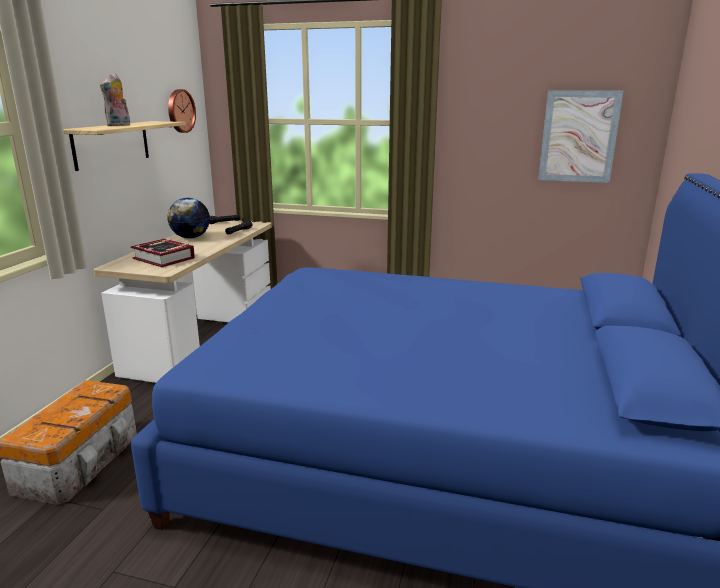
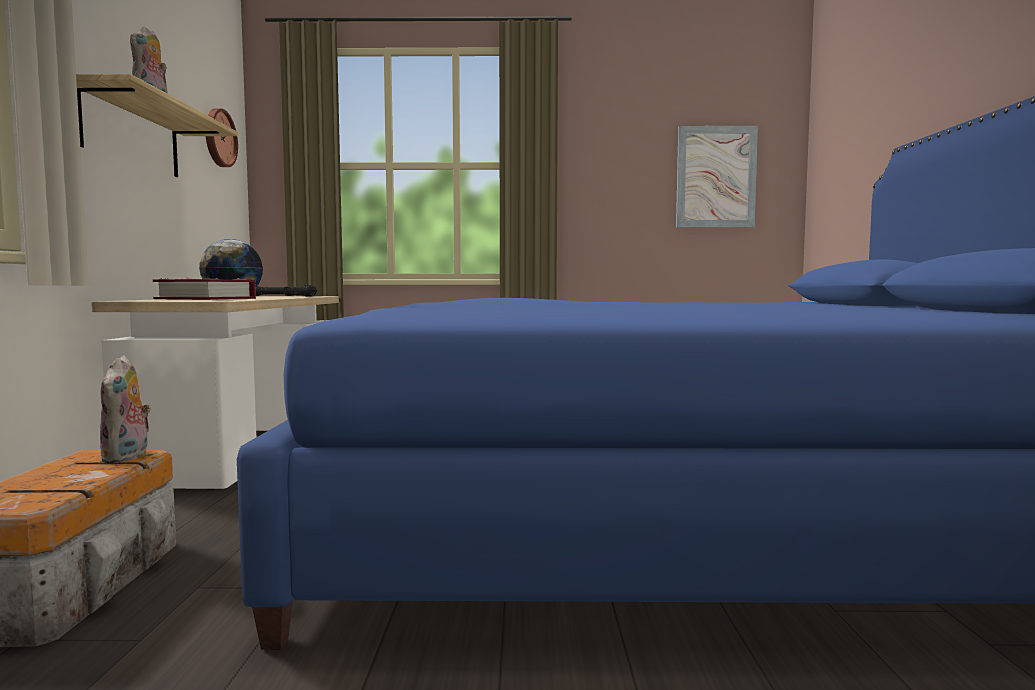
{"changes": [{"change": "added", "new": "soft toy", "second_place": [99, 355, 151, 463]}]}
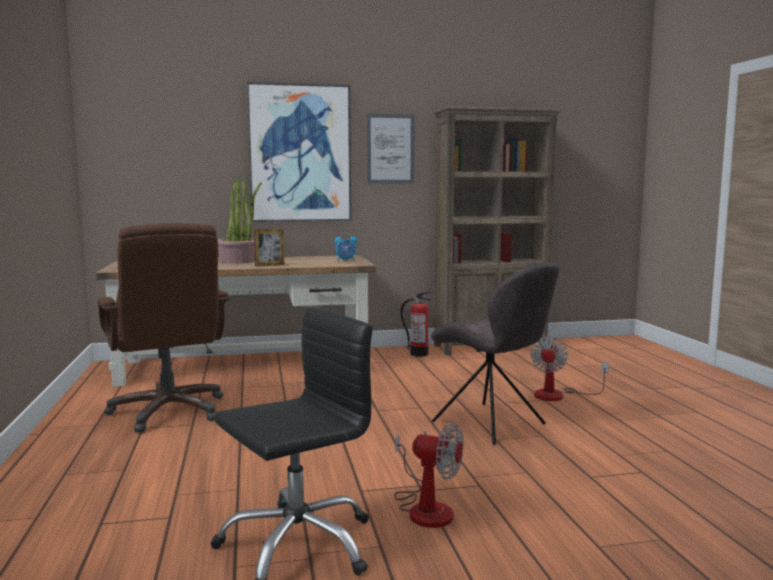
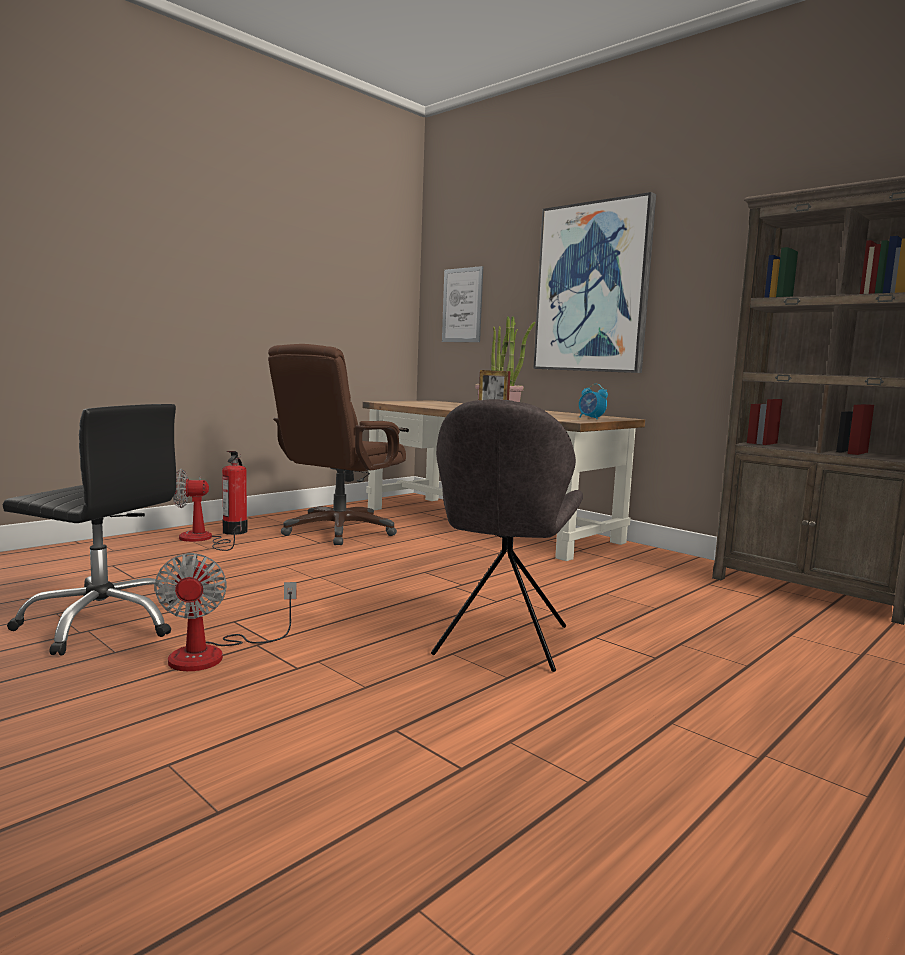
{"changes": [{"change": "moved", "old": "wall art", "first_place": [367, 114, 415, 183], "second_place": [442, 266, 483, 342]}, {"change": "moved", "old": "fire-fighting cylinder", "first_place": [400, 292, 433, 357], "second_place": [222, 451, 247, 535]}, {"change": "moved", "old": "electric fan", "first_place": [530, 337, 609, 401], "second_place": [173, 469, 241, 551]}]}
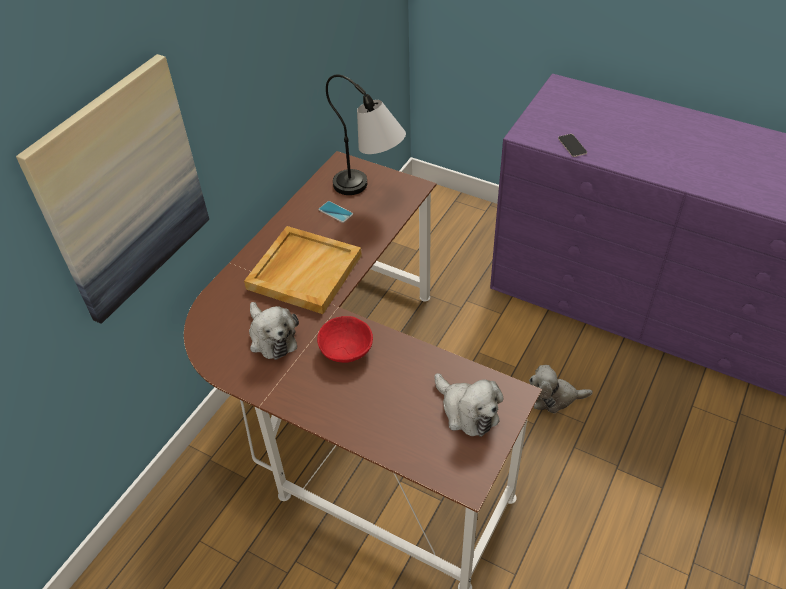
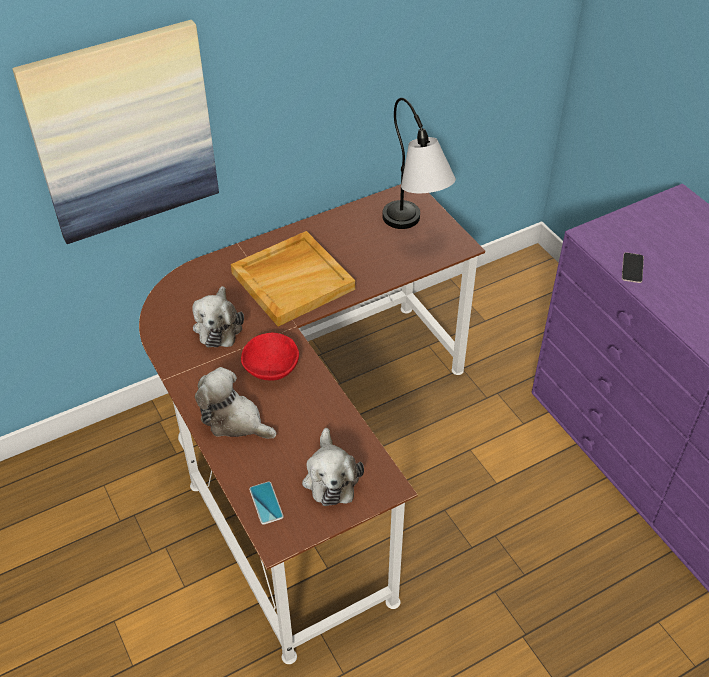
{"changes": [{"change": "moved", "old": "handset", "first_place": [318, 201, 353, 223], "second_place": [249, 481, 284, 525]}, {"change": "moved", "old": "soft toy", "first_place": [529, 365, 593, 413], "second_place": [195, 367, 277, 439]}]}
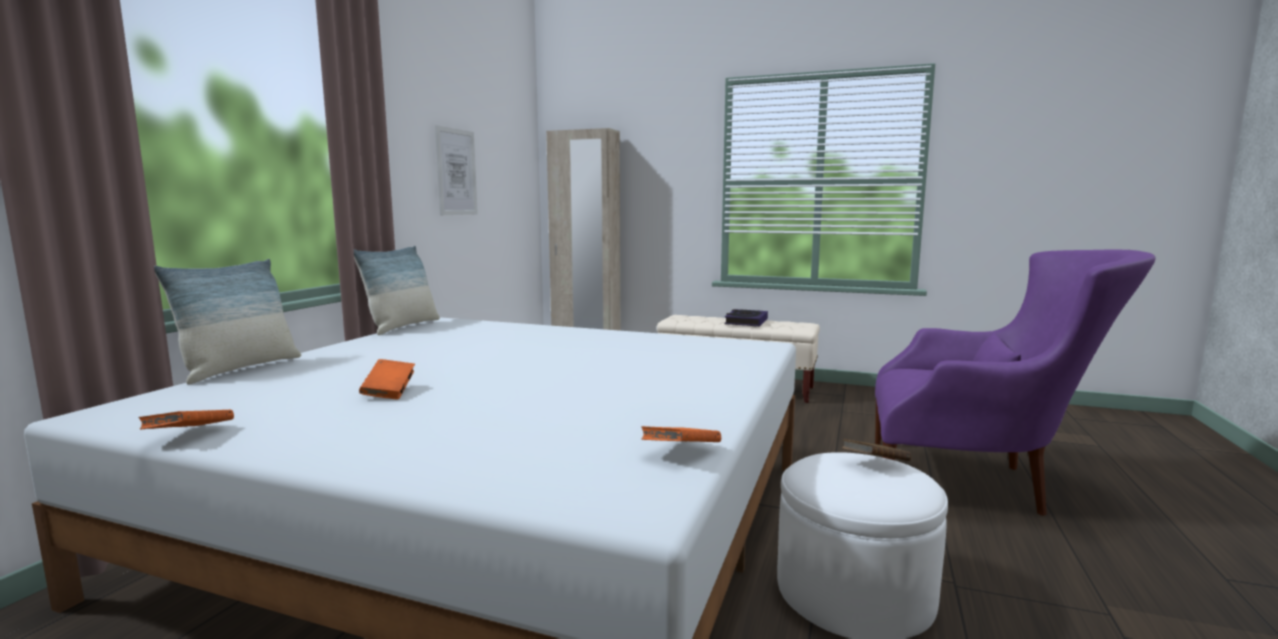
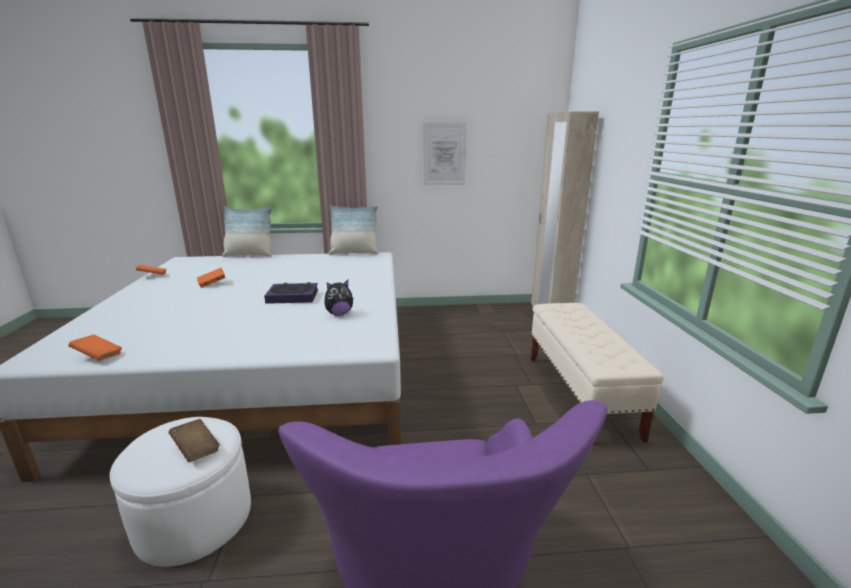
{"changes": [{"change": "added", "new": "soft toy", "second_place": [324, 280, 353, 316]}, {"change": "moved", "old": "book", "first_place": [725, 309, 768, 327], "second_place": [264, 282, 318, 304]}]}
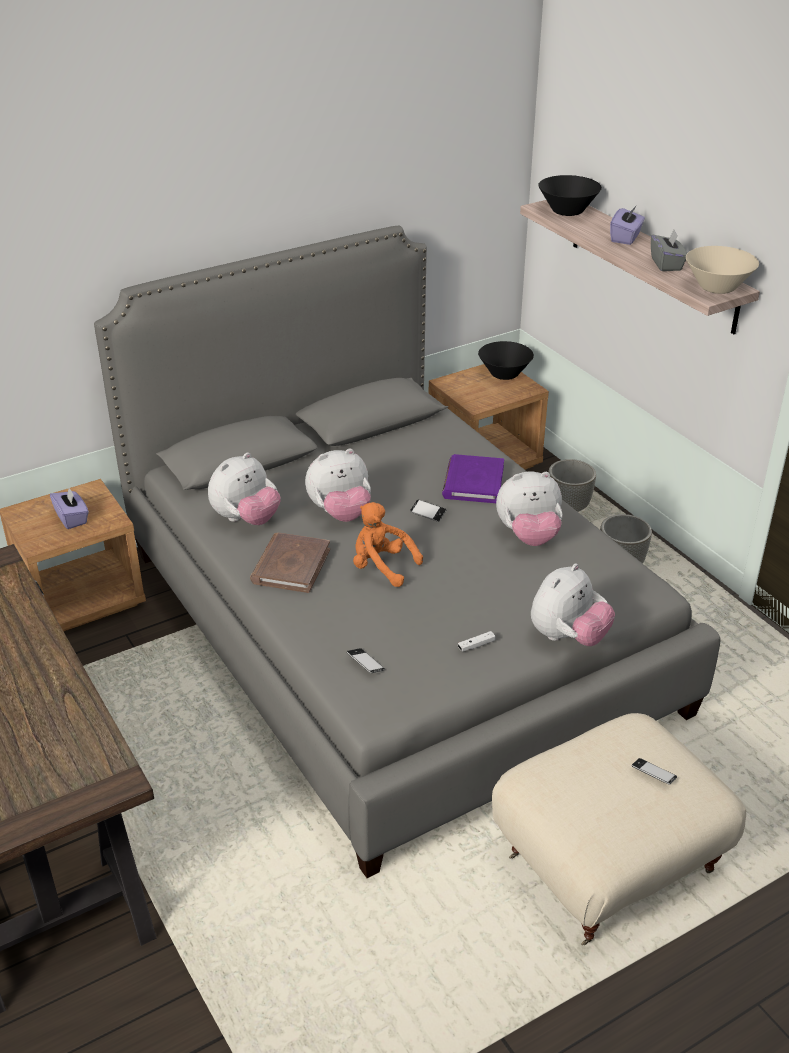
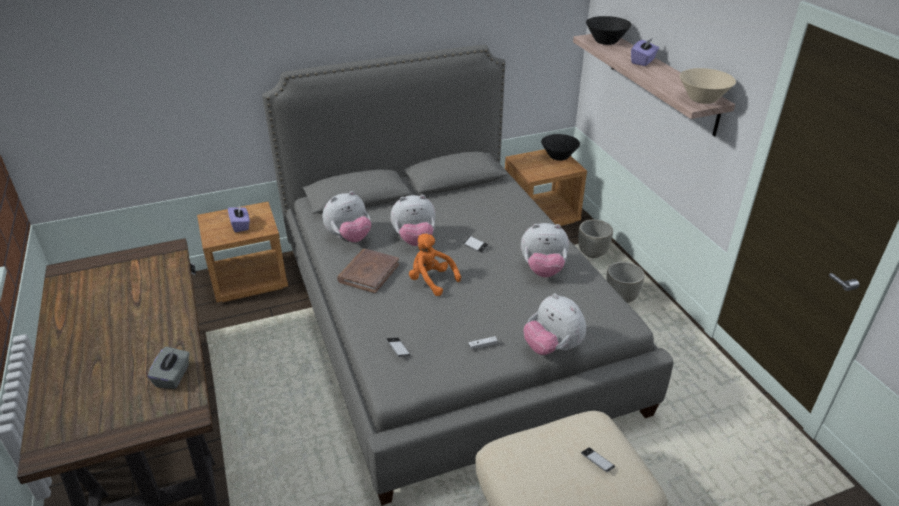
{"changes": [{"change": "removed", "old": "purple-coloured book", "first_place": [442, 454, 504, 503]}, {"change": "moved", "old": "greyish tissue box", "first_place": [651, 230, 687, 271], "second_place": [148, 347, 190, 389]}, {"change": "turned", "old": "soft toy", "first_place": [531, 563, 615, 646], "second_place": [524, 293, 586, 355], "degrees": 90}]}
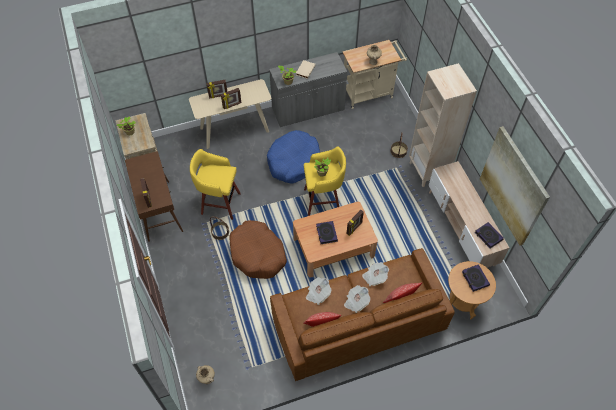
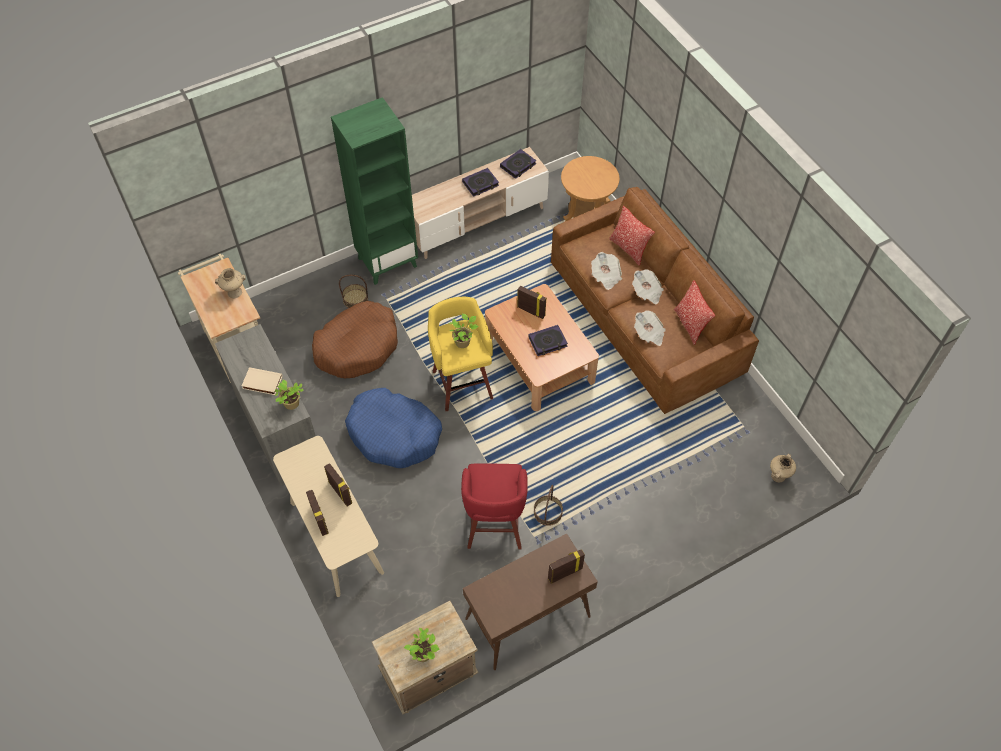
{"changes": [{"change": "removed", "old": "wall art", "first_place": [480, 126, 550, 245]}, {"change": "moved", "old": "brownish dog cushion", "first_place": [229, 220, 287, 279], "second_place": [312, 301, 398, 378]}, {"change": "moved", "old": "book", "first_place": [462, 264, 490, 292], "second_place": [462, 168, 499, 197]}, {"change": "recoloured", "old": "yellow stool", "new": "red stool", "first_place": [190, 149, 241, 220], "second_place": [461, 464, 528, 549]}, {"change": "recoloured", "old": "sand-coloured shelving unit", "new": "greenish shelving unit", "first_place": [409, 63, 477, 187], "second_place": [331, 97, 418, 285]}]}
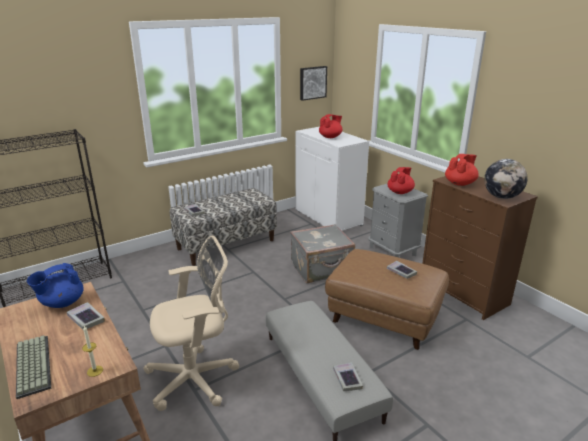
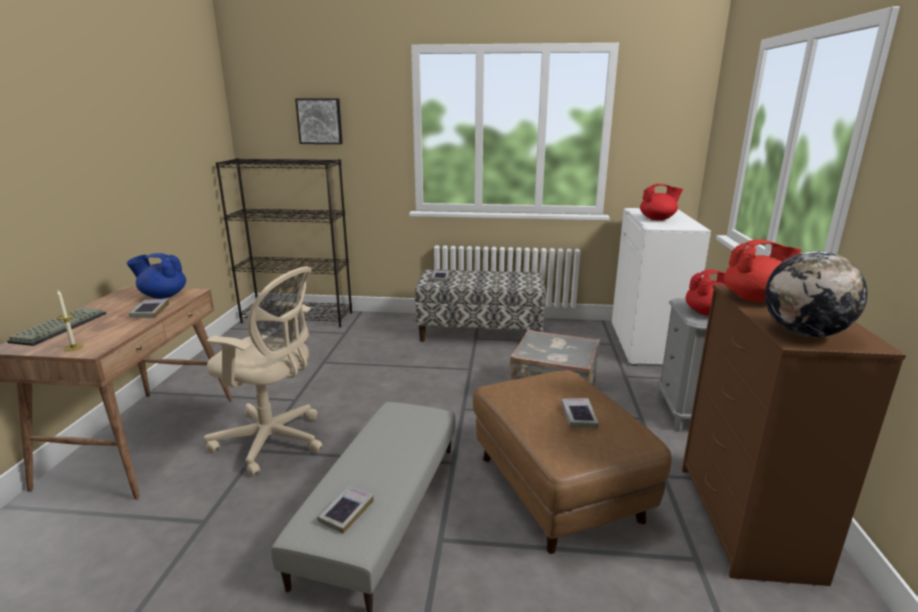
{"changes": [{"change": "moved", "old": "wall art", "first_place": [300, 66, 327, 101], "second_place": [295, 98, 343, 144]}]}
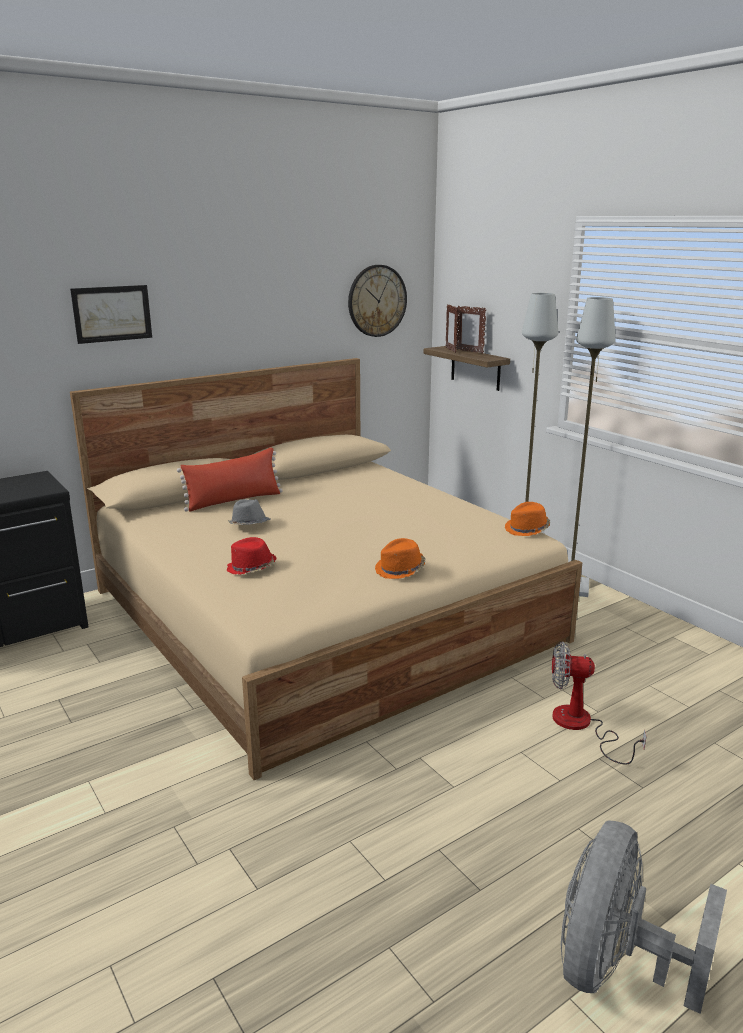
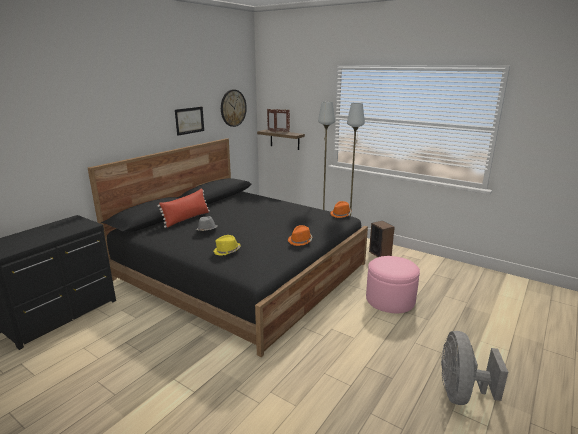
{"changes": [{"change": "added", "new": "speaker", "second_place": [369, 221, 395, 257]}, {"change": "moved", "old": "wall art", "first_place": [70, 285, 152, 344], "second_place": [175, 107, 204, 136]}, {"change": "replaced", "old": "electric fan", "new": "pink-coloured ottoman", "first_place": [552, 641, 647, 765], "second_place": [366, 256, 420, 313]}, {"change": "recoloured", "old": "sand-coloured sleeping bed", "new": "black-coloured sleeping bed", "first_place": [70, 358, 582, 780], "second_place": [88, 138, 368, 357]}, {"change": "recoloured", "old": "red hat", "new": "yellow hat", "first_place": [227, 537, 277, 575], "second_place": [213, 235, 241, 256]}]}
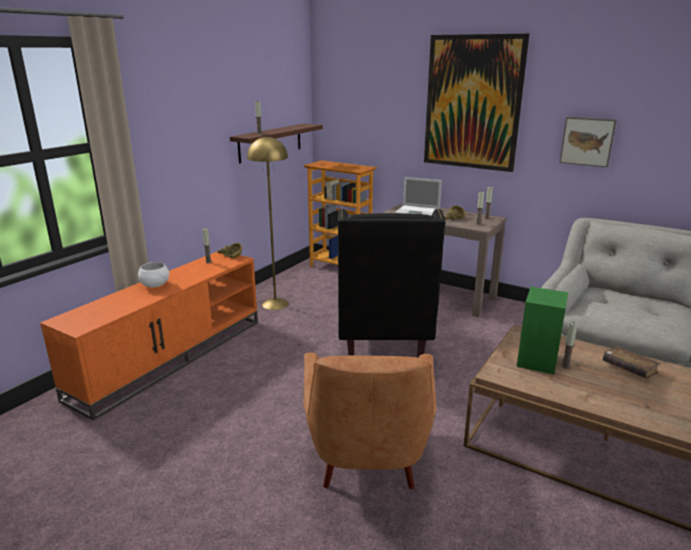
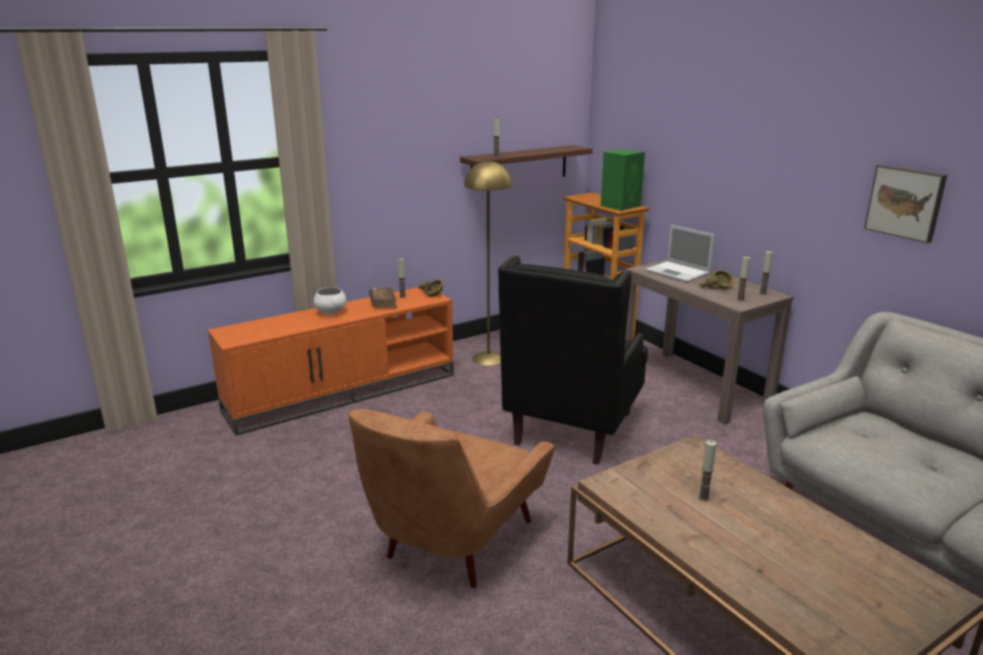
{"changes": [{"change": "removed", "old": "wall art", "first_place": [424, 34, 529, 172]}, {"change": "moved", "old": "greenish speaker", "first_place": [517, 287, 568, 374], "second_place": [601, 149, 645, 211]}, {"change": "moved", "old": "brownish book", "first_place": [603, 346, 661, 379], "second_place": [369, 288, 397, 308]}]}
